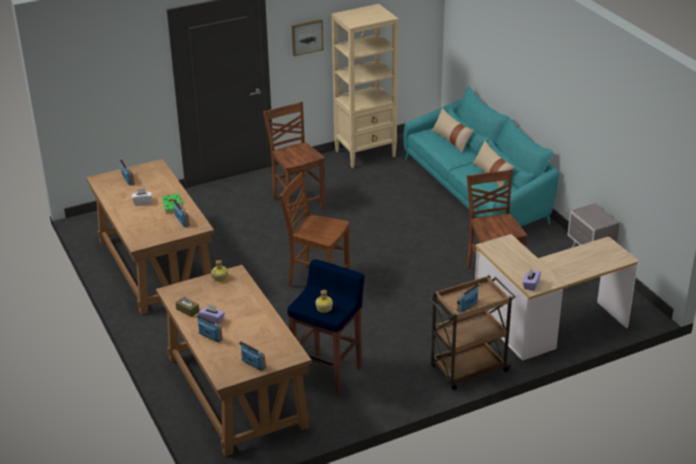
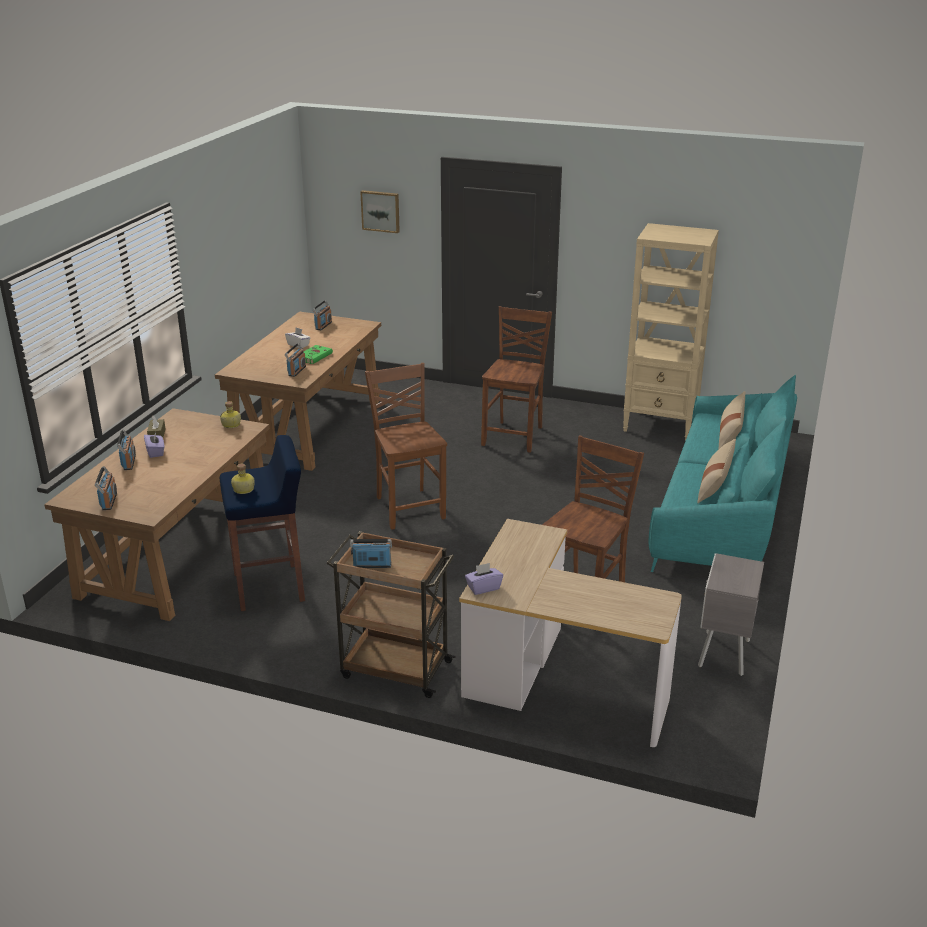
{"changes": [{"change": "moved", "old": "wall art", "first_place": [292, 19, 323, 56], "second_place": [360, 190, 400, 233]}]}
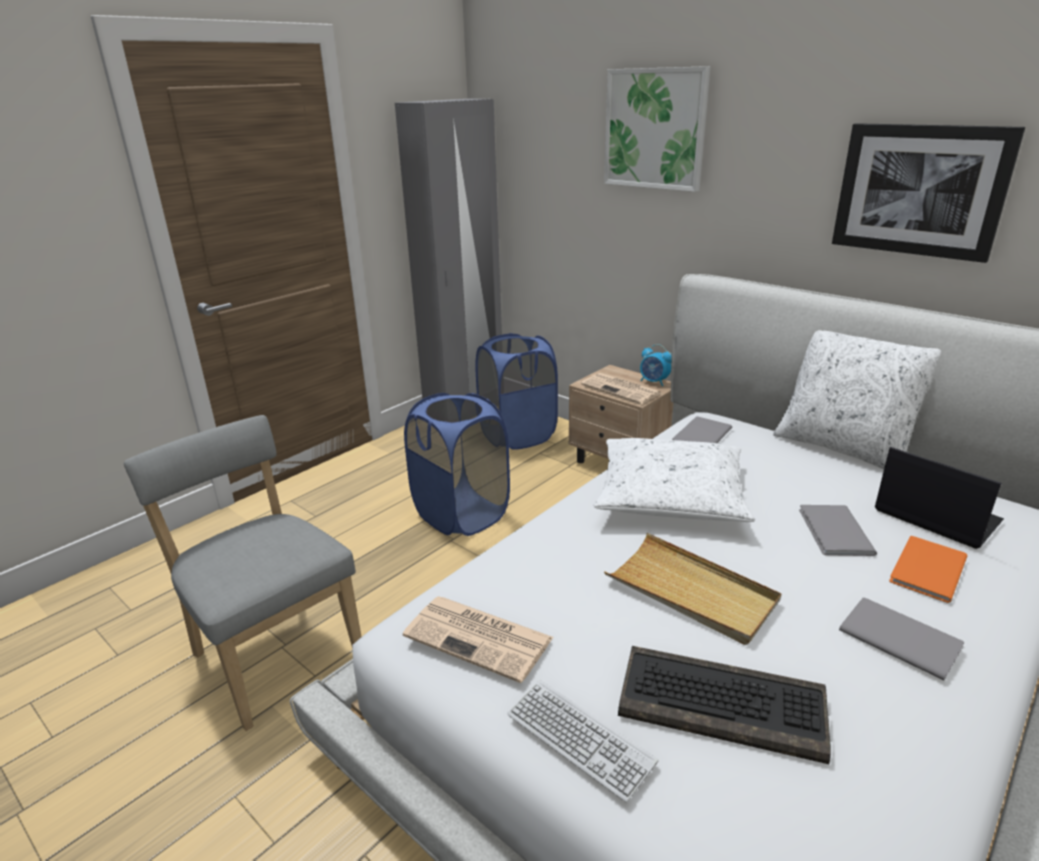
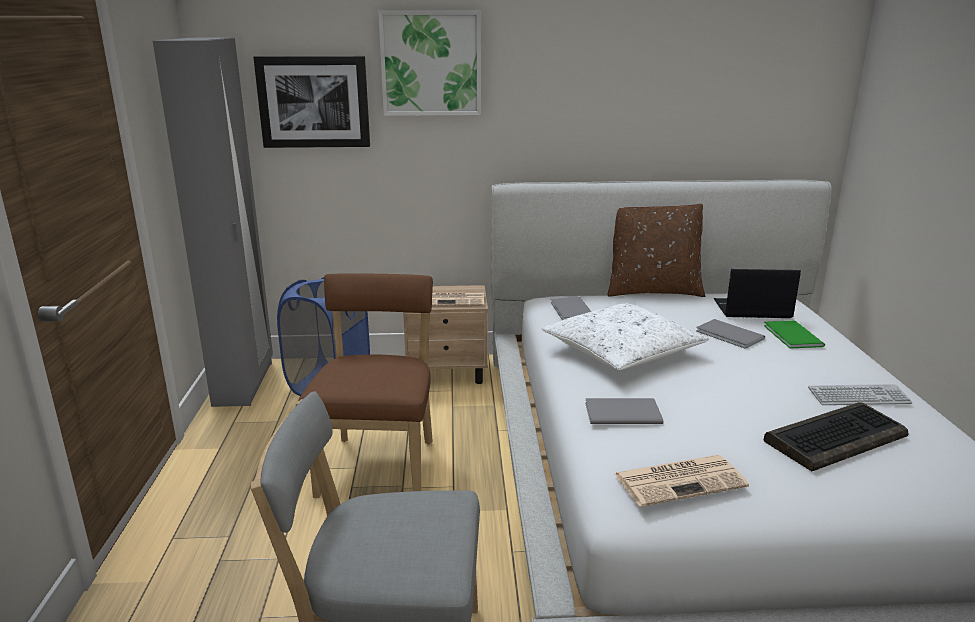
{"changes": [{"change": "removed", "old": "sand-coloured serving tray", "first_place": [604, 533, 782, 645]}, {"change": "removed", "old": "bedside clock", "first_place": [640, 344, 672, 386]}, {"change": "moved", "old": "keyboard", "first_place": [507, 680, 658, 802], "second_place": [808, 384, 912, 405]}, {"change": "moved", "old": "wall art", "first_place": [832, 123, 1025, 263], "second_place": [253, 56, 370, 148]}, {"change": "moved", "old": "greyish book", "first_place": [839, 598, 964, 680], "second_place": [585, 398, 663, 424]}, {"change": "replaced", "old": "blue-coloured washing basket", "new": "brownish upright chair", "first_place": [404, 393, 510, 536], "second_place": [299, 273, 433, 498]}, {"change": "recoloured", "old": "whitish cushion", "new": "brownish cushion", "first_place": [773, 330, 941, 469], "second_place": [607, 204, 705, 297]}, {"change": "recoloured", "old": "orange-coloured book", "new": "greenish book", "first_place": [889, 536, 967, 603], "second_place": [764, 321, 825, 348]}]}
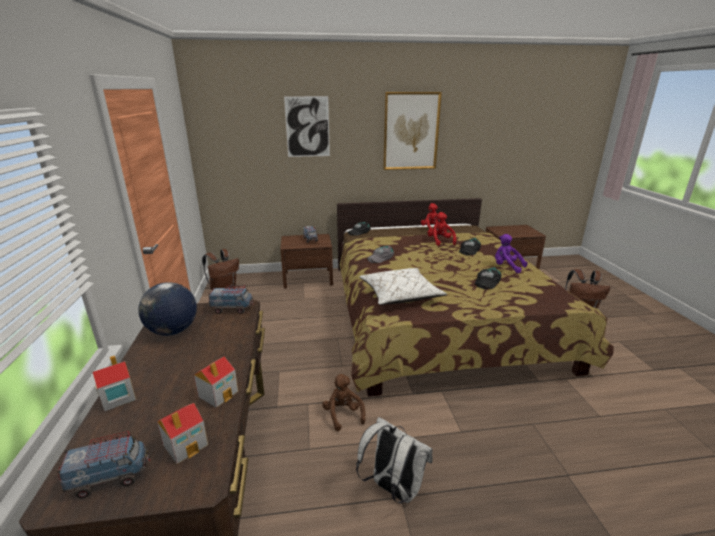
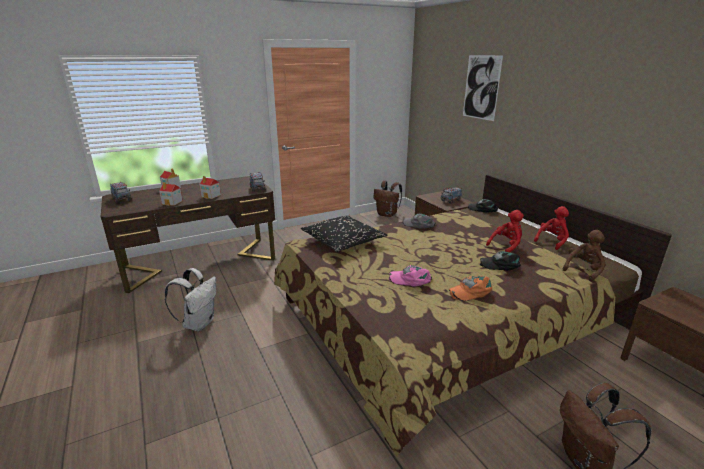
{"changes": [{"change": "removed", "old": "desk globe", "first_place": [138, 282, 197, 336]}, {"change": "removed", "old": "wall art", "first_place": [383, 92, 442, 170]}, {"change": "moved", "old": "toy house", "first_place": [157, 403, 208, 464], "second_place": [199, 176, 221, 199]}, {"change": "moved", "old": "brownish soft toy", "first_place": [322, 374, 365, 431], "second_place": [563, 230, 605, 282]}, {"change": "replaced", "old": "purple-coloured soft toy", "new": "orange-coloured baseball cap", "first_place": [495, 234, 527, 273], "second_place": [449, 276, 492, 301]}, {"change": "recoloured", "old": "whitish cushion", "new": "black-coloured cushion", "first_place": [359, 268, 447, 305], "second_place": [301, 216, 387, 252]}, {"change": "recoloured", "old": "black-coloured baseball cap", "new": "pink-coloured baseball cap", "first_place": [474, 267, 502, 289], "second_place": [389, 265, 432, 287]}]}
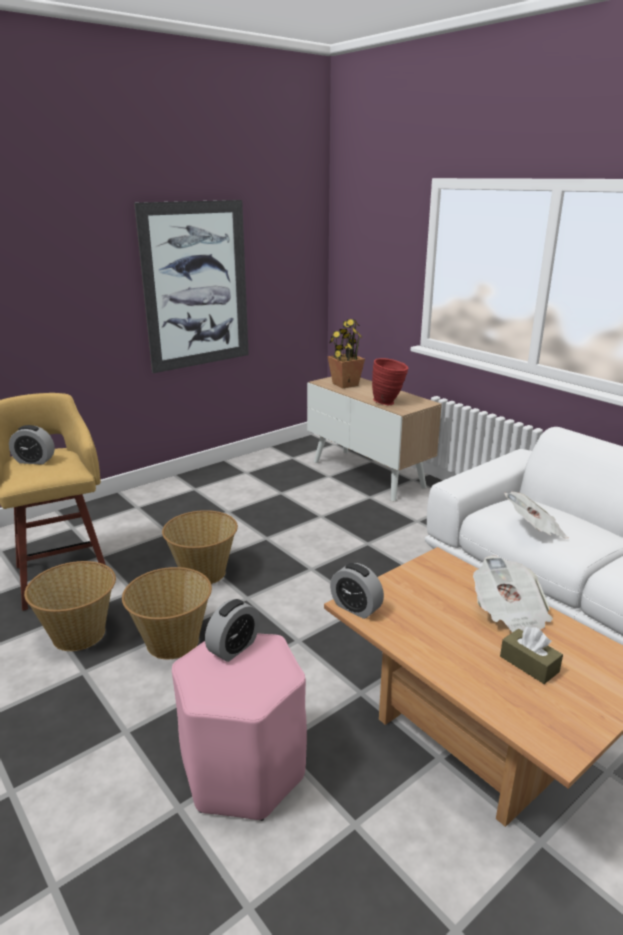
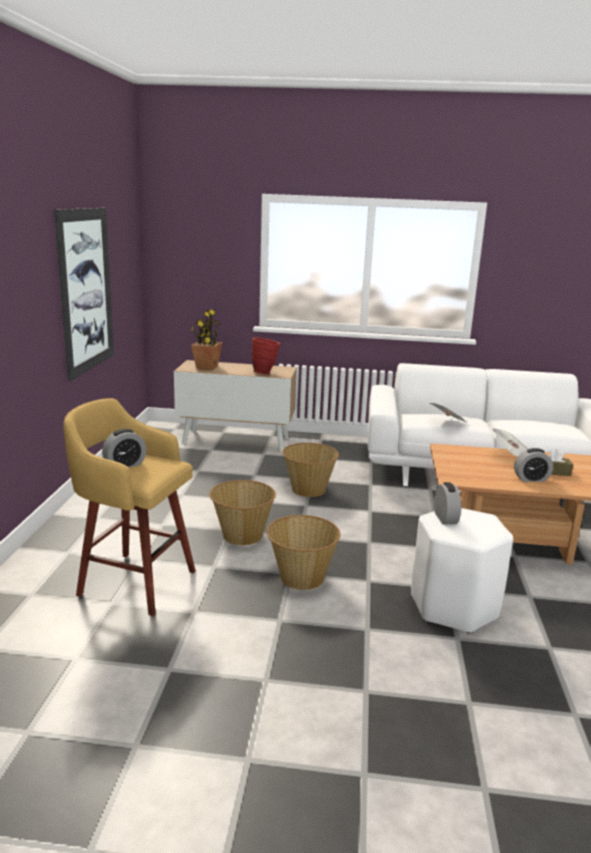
{"changes": [{"change": "moved", "old": "household basket", "first_place": [24, 561, 116, 651], "second_place": [282, 443, 339, 497]}, {"change": "moved", "old": "bedside clock", "first_place": [330, 563, 384, 619], "second_place": [514, 448, 553, 482]}, {"change": "recoloured", "old": "pink-coloured stool", "new": "whitish stool", "first_place": [172, 633, 307, 821], "second_place": [411, 508, 513, 634]}]}
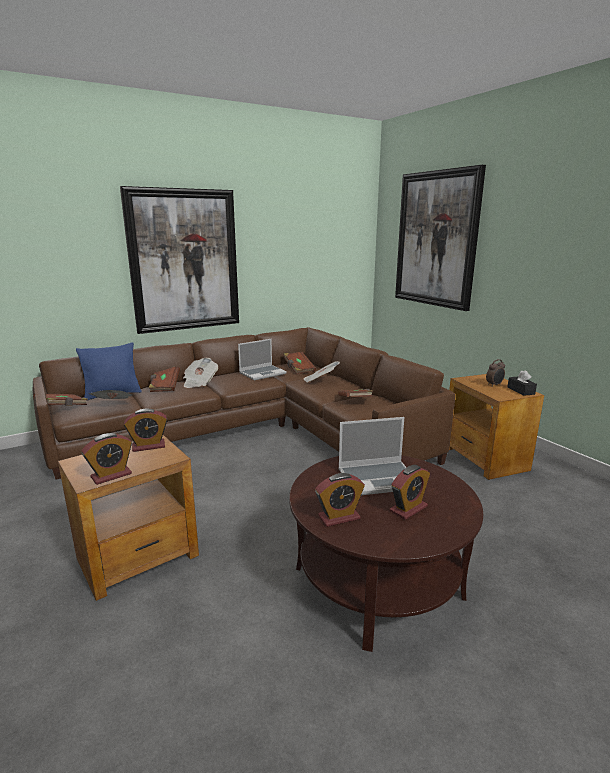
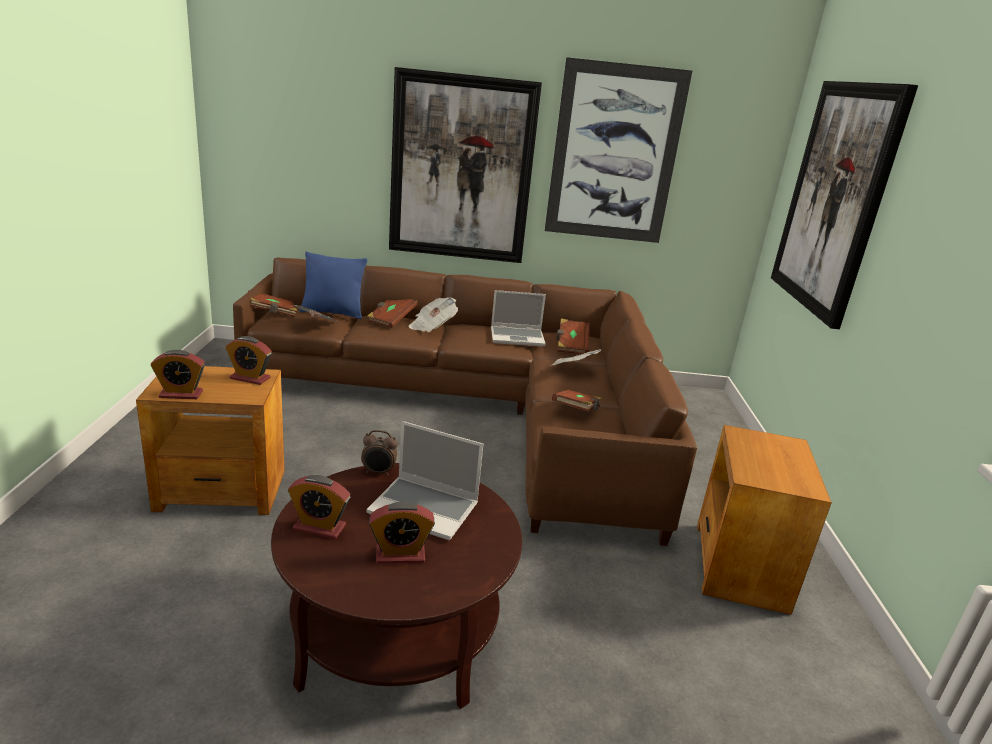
{"changes": [{"change": "removed", "old": "black-coloured tissue box", "first_place": [508, 370, 537, 396]}, {"change": "added", "new": "wall art", "second_place": [545, 57, 692, 243]}, {"change": "moved", "old": "bedside clock", "first_place": [486, 359, 505, 387], "second_place": [361, 430, 398, 476]}]}
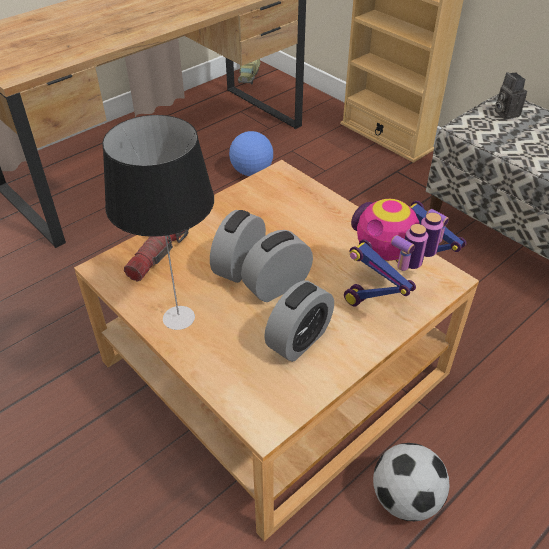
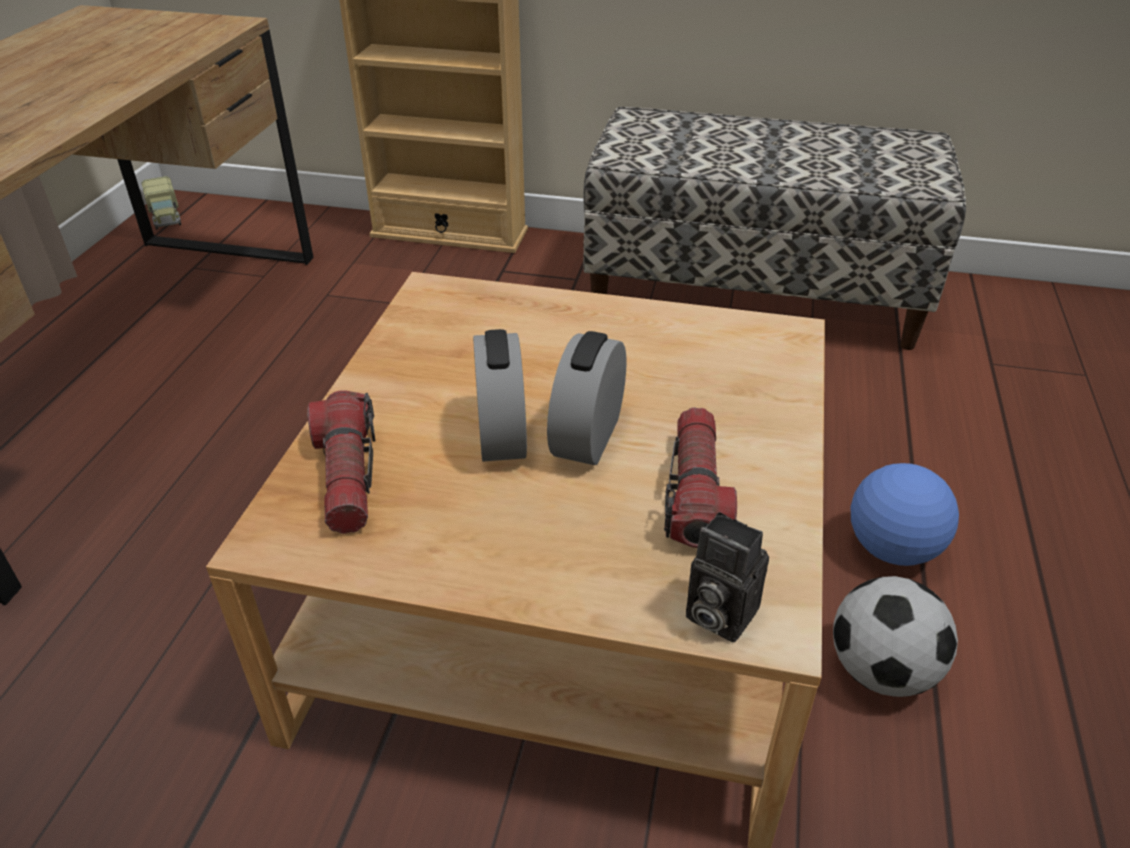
{"changes": [{"change": "removed", "old": "tabletop lamp", "first_place": [102, 115, 214, 330]}, {"change": "removed", "old": "toy robot", "first_place": [344, 199, 466, 307]}, {"change": "moved", "old": "football ball", "first_place": [229, 131, 273, 176], "second_place": [851, 463, 959, 566]}, {"change": "moved", "old": "still camera", "first_place": [495, 72, 527, 120], "second_place": [686, 512, 769, 642]}, {"change": "replaced", "old": "bedside clock", "new": "torch", "first_place": [264, 281, 334, 362], "second_place": [664, 407, 737, 548]}]}
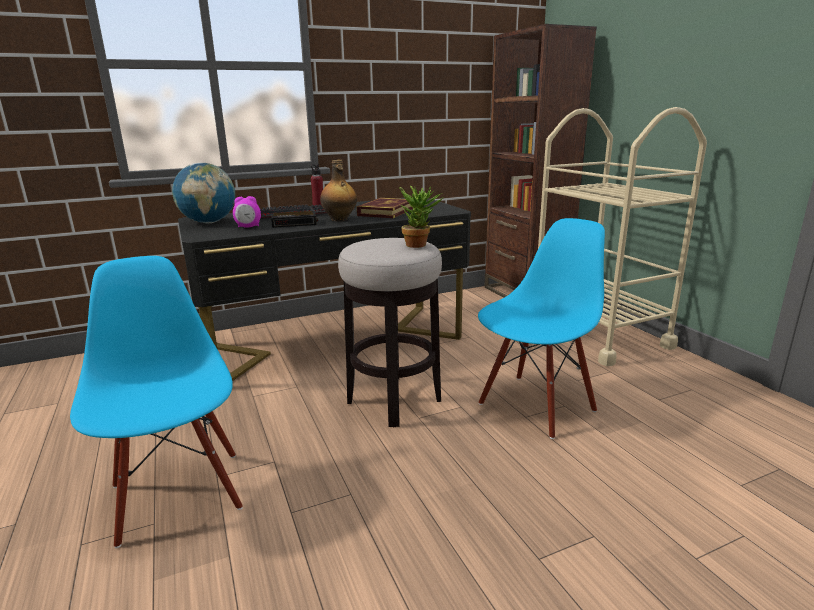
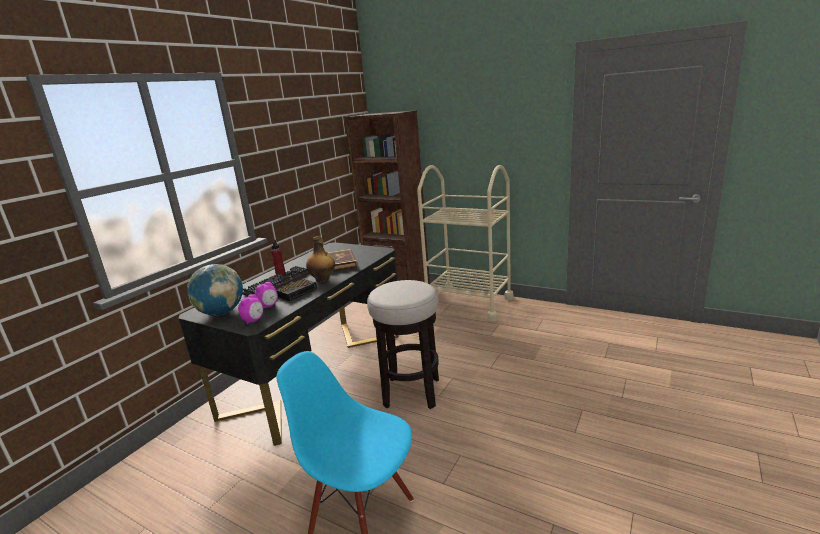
{"changes": [{"change": "removed", "old": "plant in a pot", "first_place": [400, 186, 443, 248]}, {"change": "removed", "old": "blue-coloured upright chair", "first_place": [478, 218, 605, 439]}, {"change": "added", "new": "bedside clock", "second_place": [238, 294, 263, 324]}]}
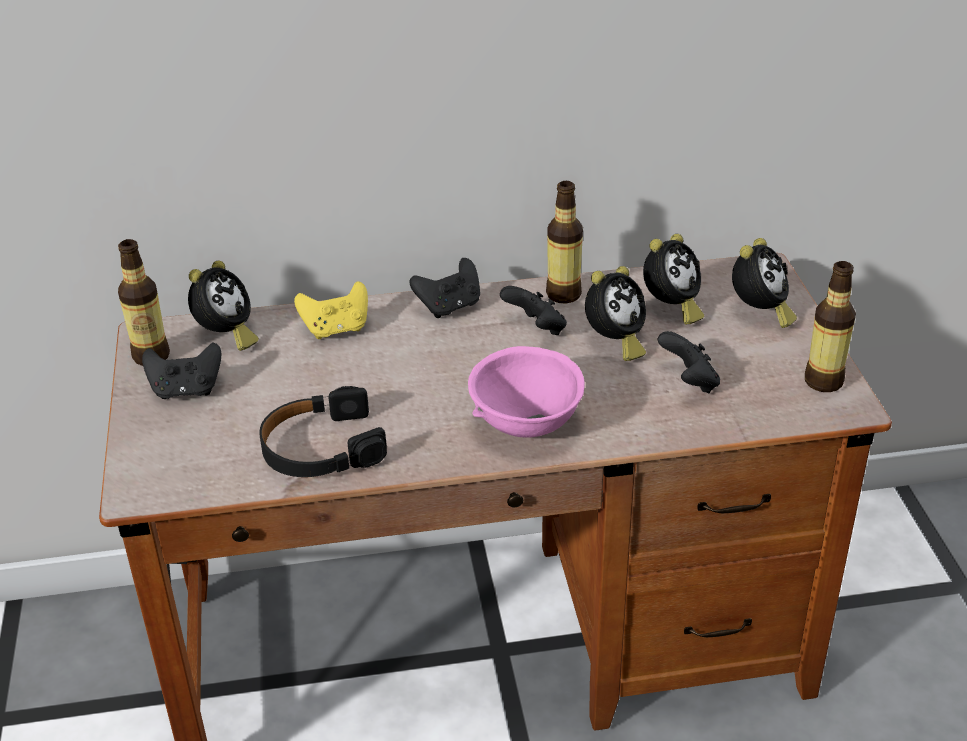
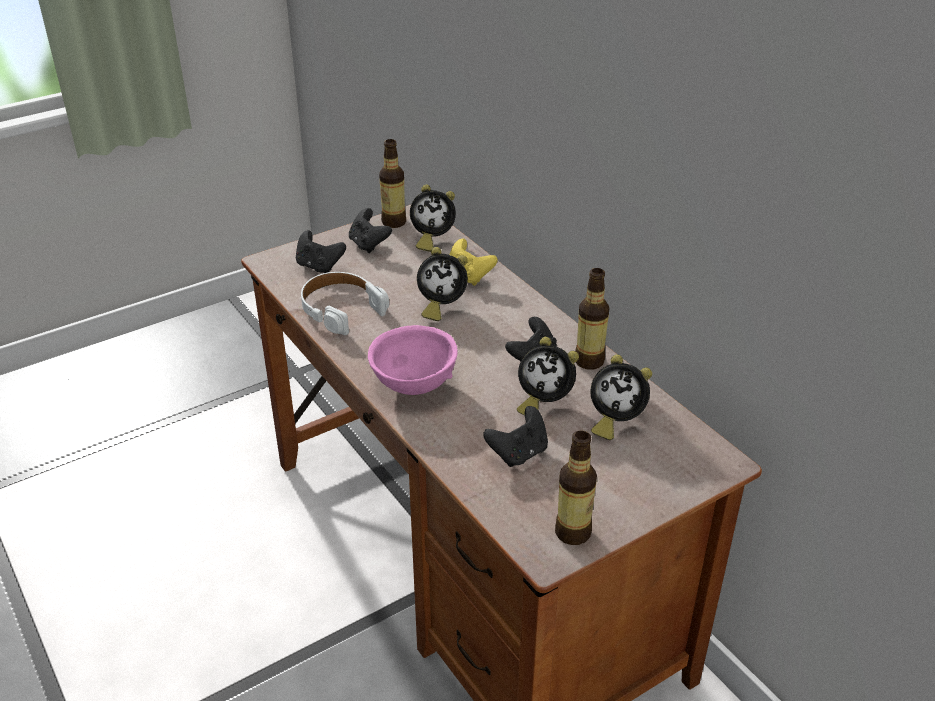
{"changes": [{"change": "moved", "old": "black-coloured joypad", "first_place": [409, 258, 480, 318], "second_place": [296, 230, 346, 273]}, {"change": "moved", "old": "bedside clock", "first_place": [732, 238, 797, 328], "second_place": [417, 247, 468, 321]}, {"change": "recoloured", "old": "black-coloured pair of headphones", "new": "whitish pair of headphones", "first_place": [259, 386, 387, 477], "second_place": [301, 272, 389, 335]}]}
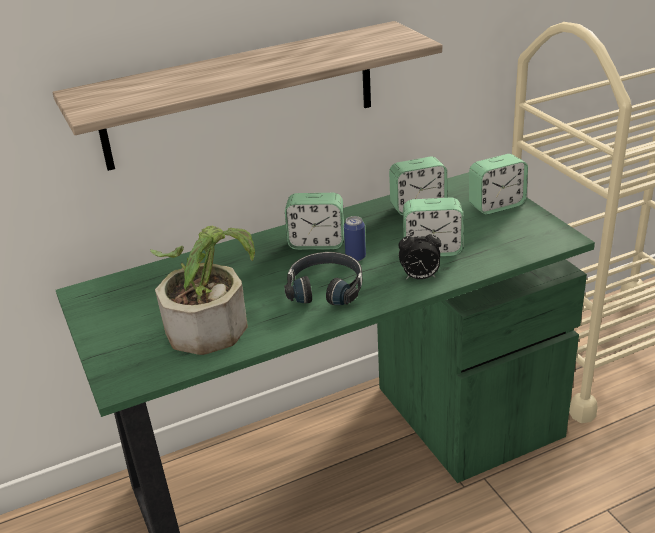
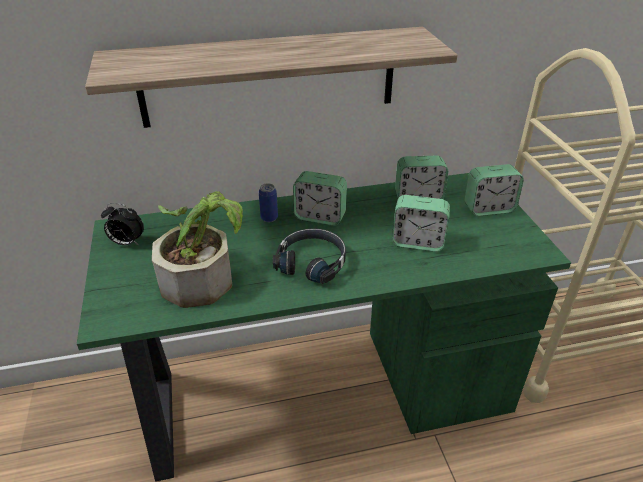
{"changes": [{"change": "moved", "old": "sealed can", "first_place": [344, 216, 366, 261], "second_place": [259, 183, 278, 222]}, {"change": "moved", "old": "bedside clock", "first_place": [398, 230, 442, 280], "second_place": [101, 203, 144, 245]}]}
